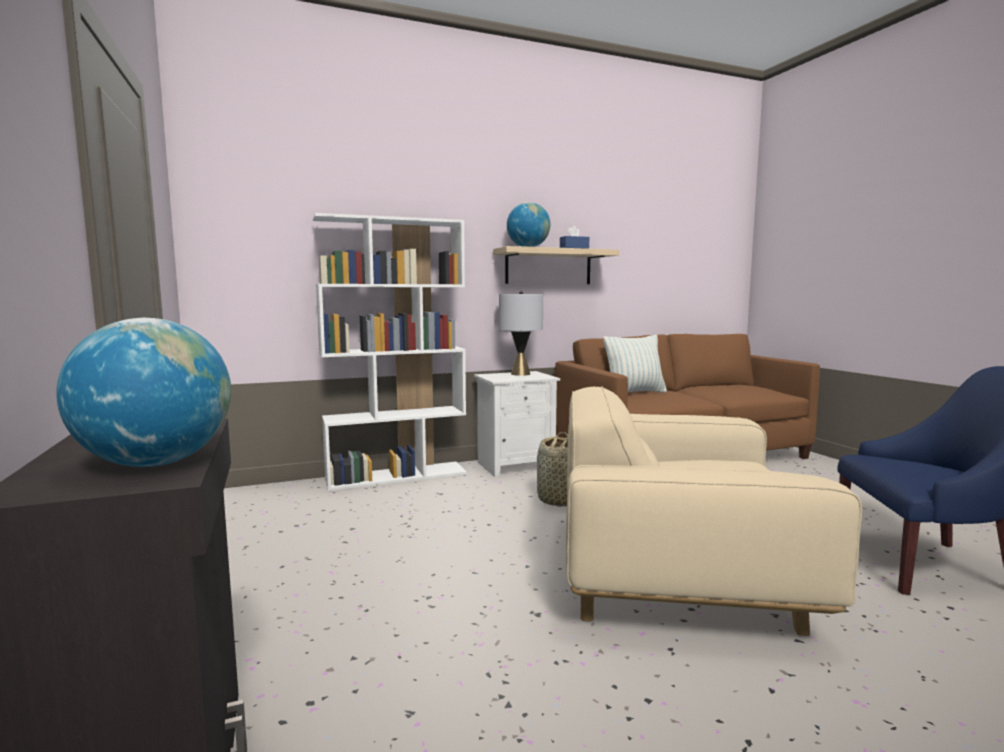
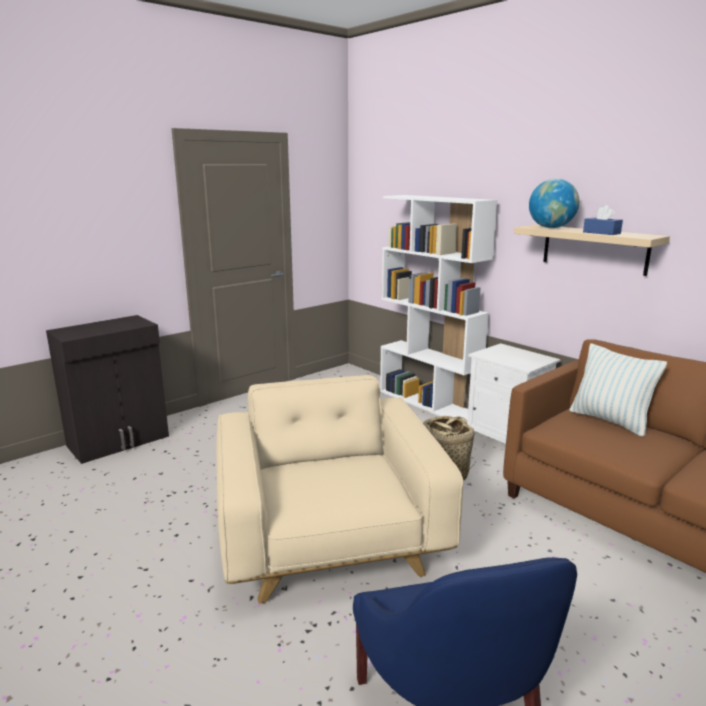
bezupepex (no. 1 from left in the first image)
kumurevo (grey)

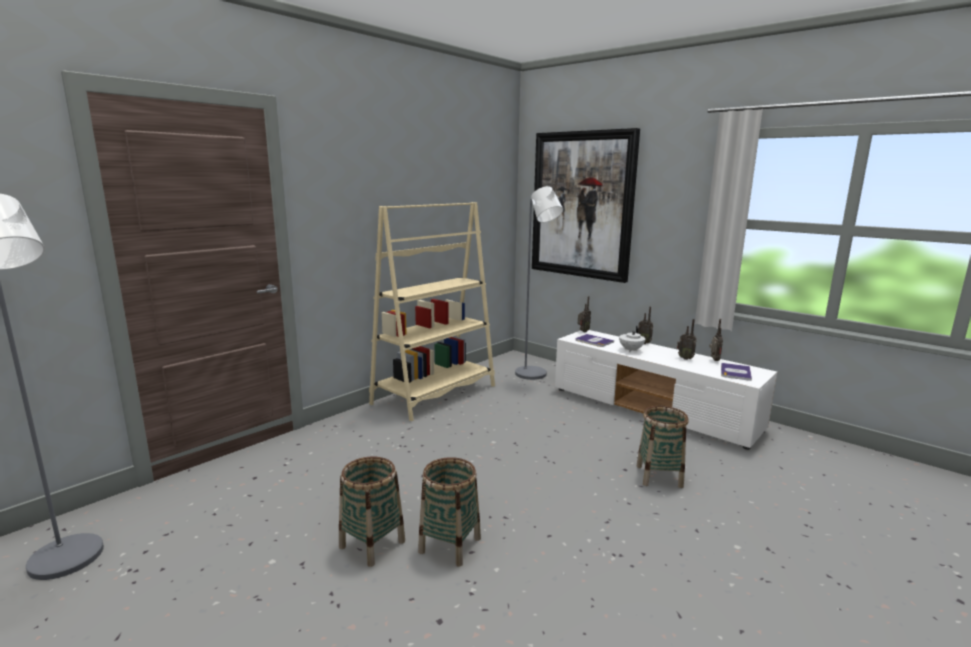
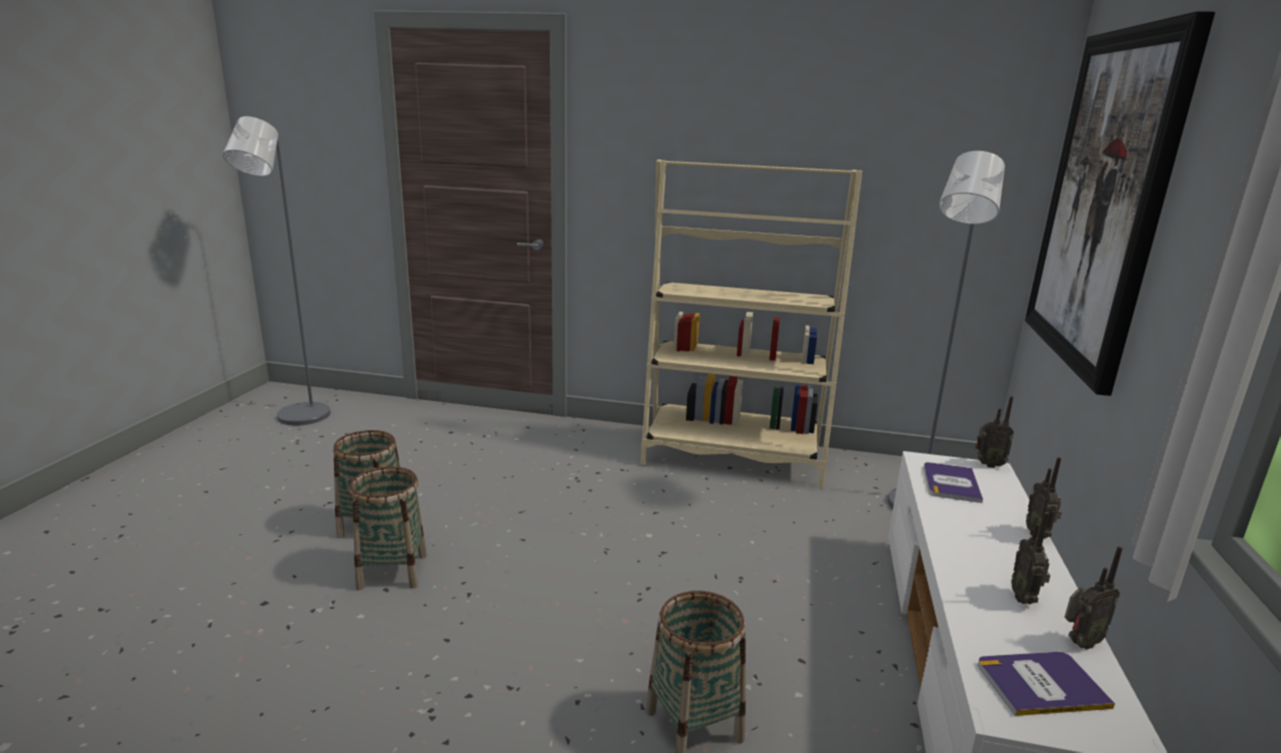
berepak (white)

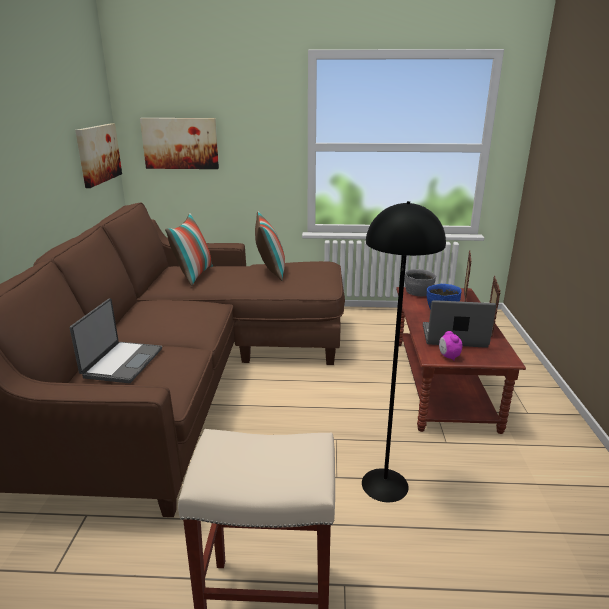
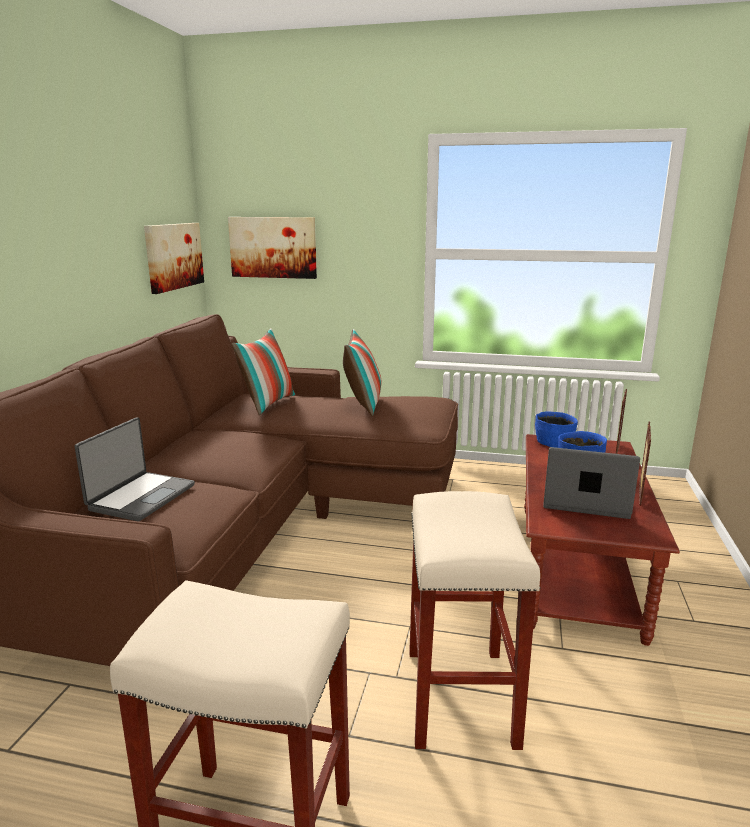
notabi
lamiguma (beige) (no. 2 from left)
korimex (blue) (no. 1 from left)

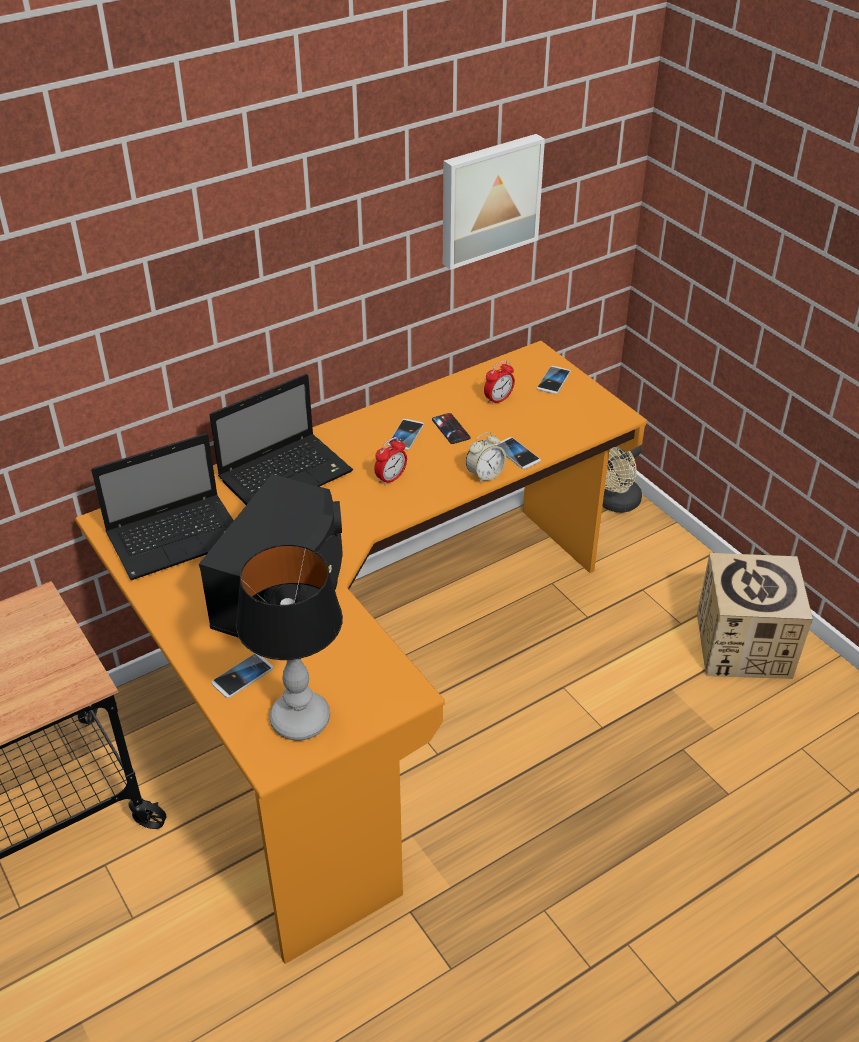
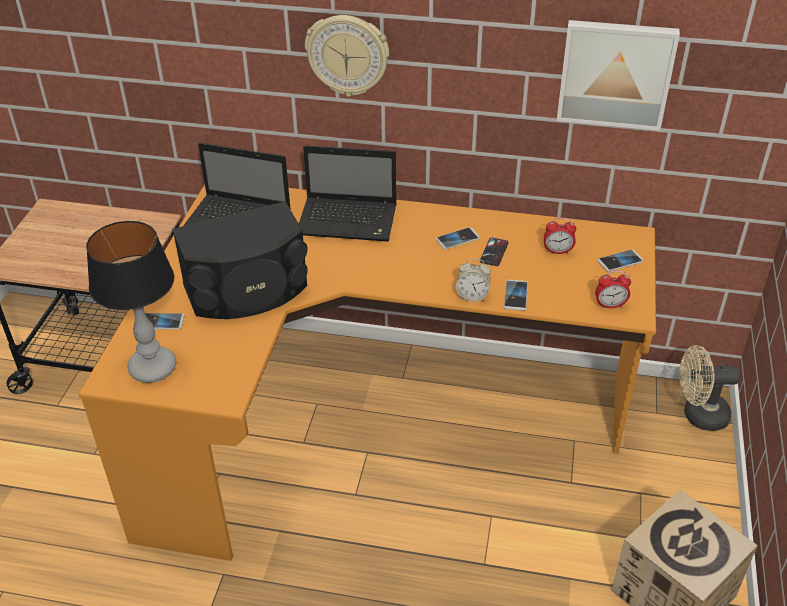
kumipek
notabi (no. 3 from left)

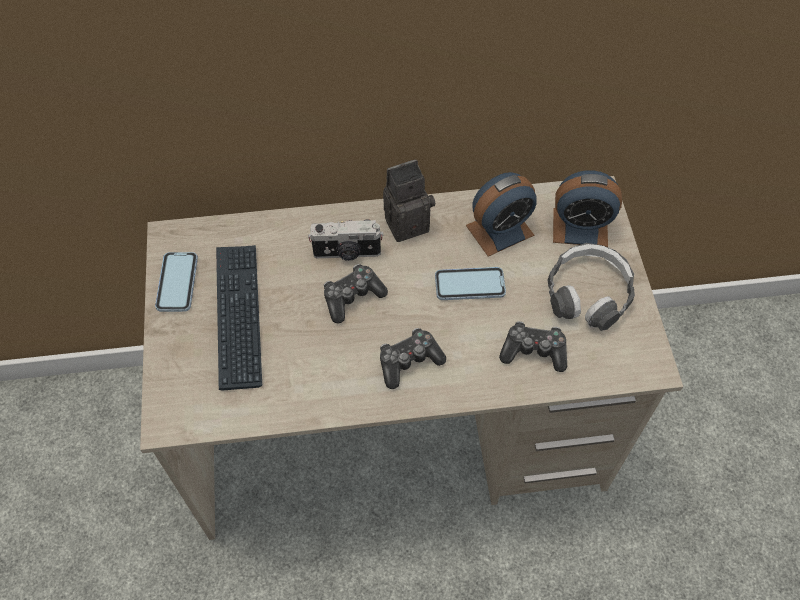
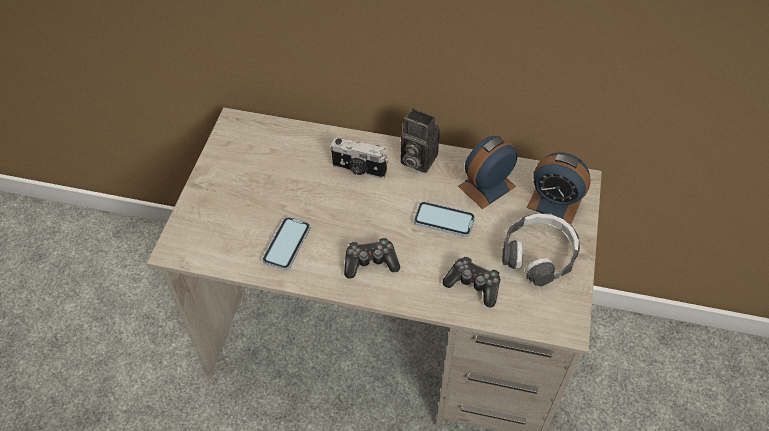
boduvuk
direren (no. 1 from left in the first image)
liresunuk (no. 1 from left)
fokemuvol (no. 2 from left)
notabi (no. 1 from left)

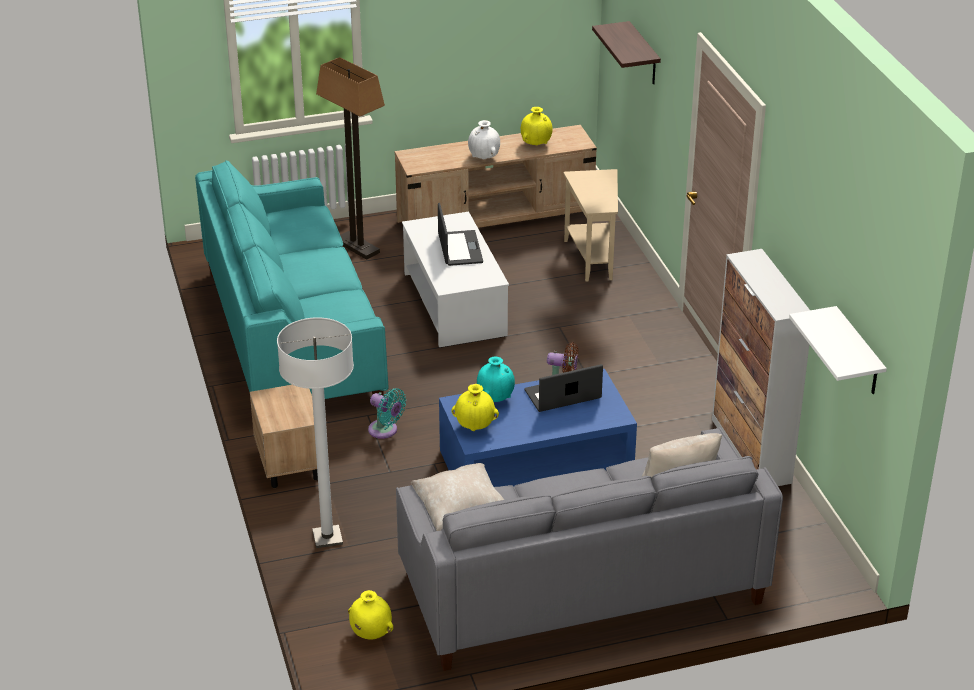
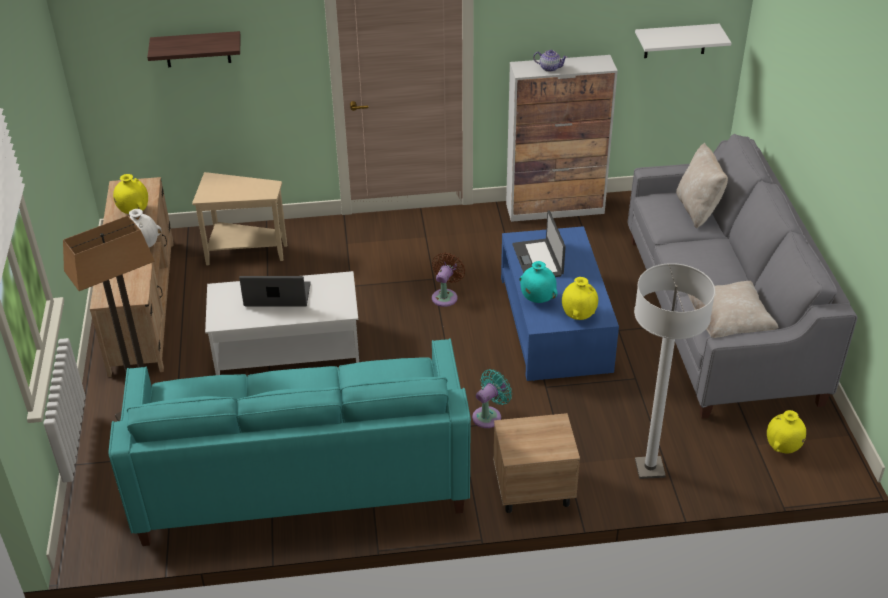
berepak

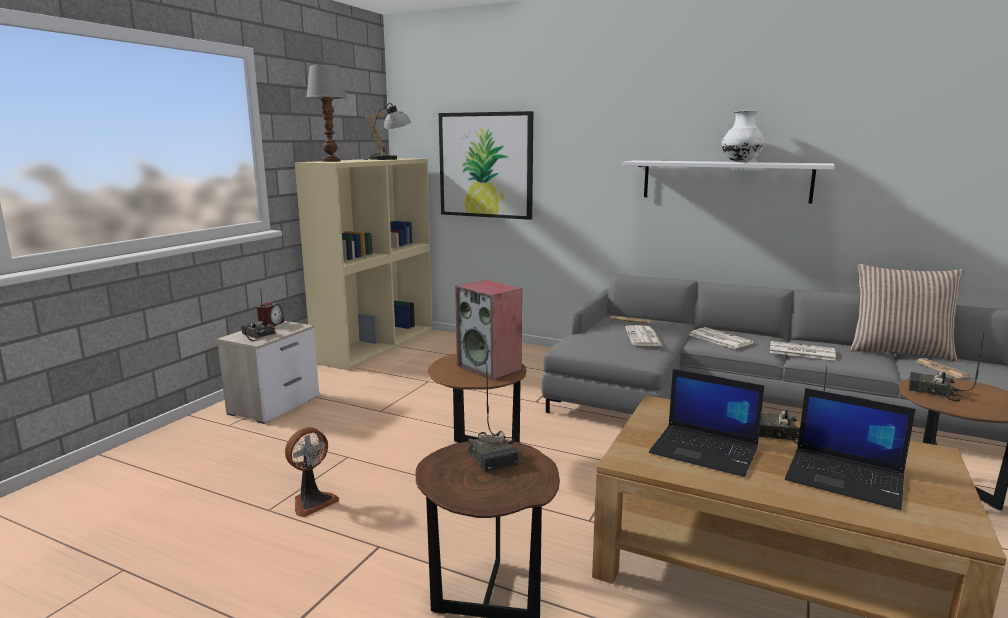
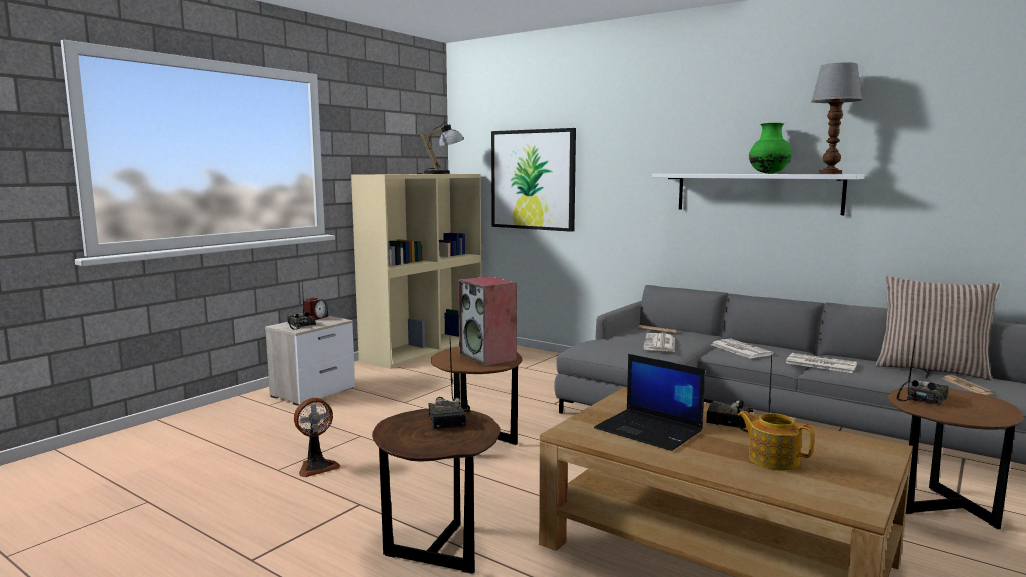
kumurevo (no. 2 from left)
berepak
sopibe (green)
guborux (no. 4 from left)

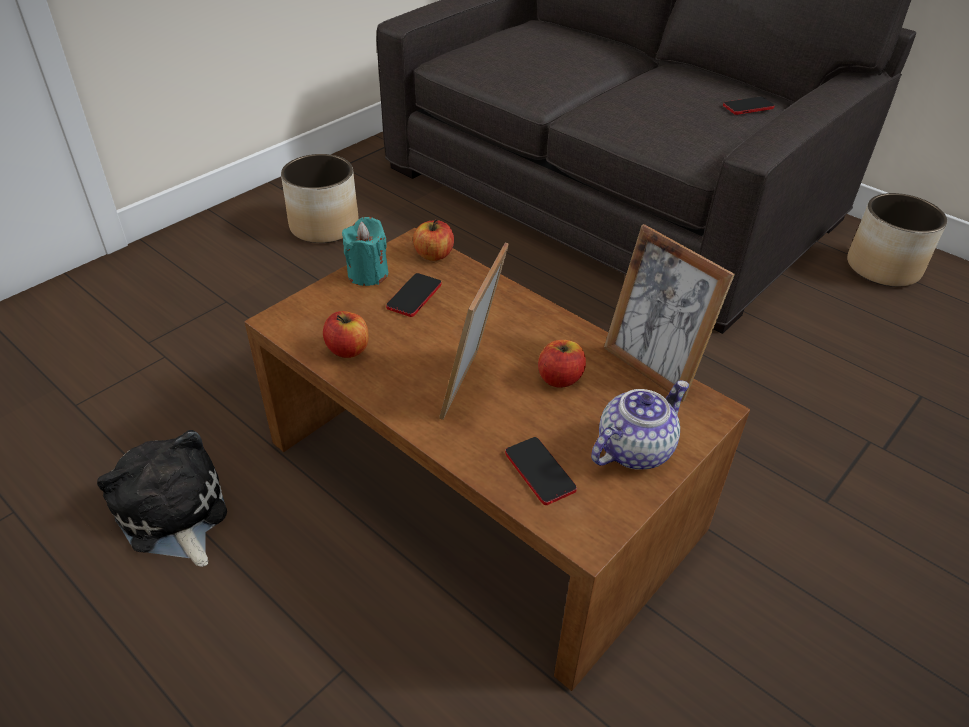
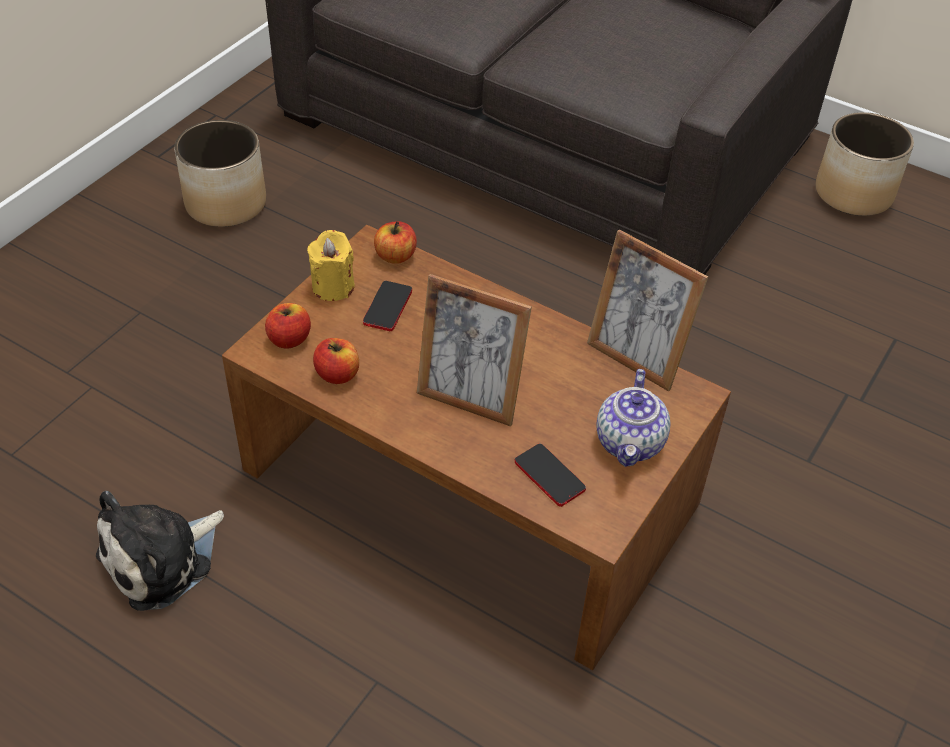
liresunuk (no. 3 from left in the first image)
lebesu (no. 1 from left)
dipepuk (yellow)
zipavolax
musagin (no. 1 from left)
berepak

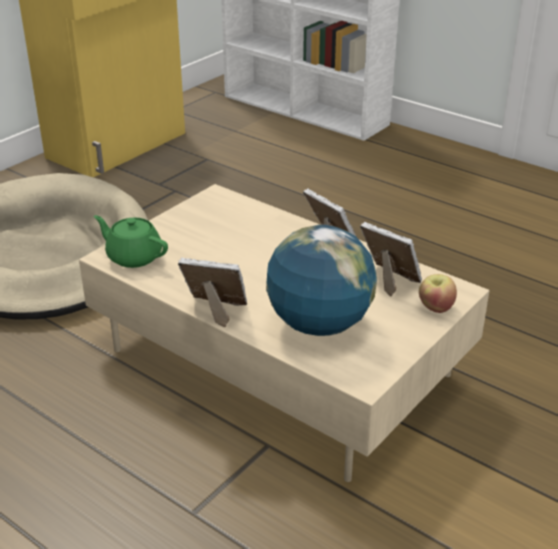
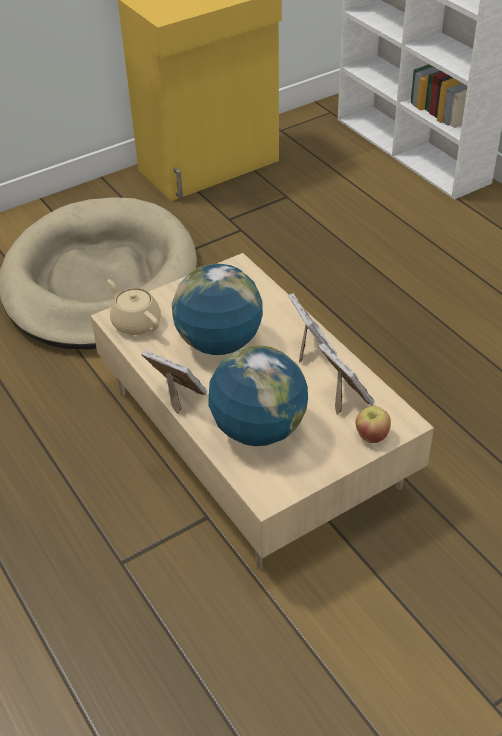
bezupepex (no. 1 from left)
berepak (beige)

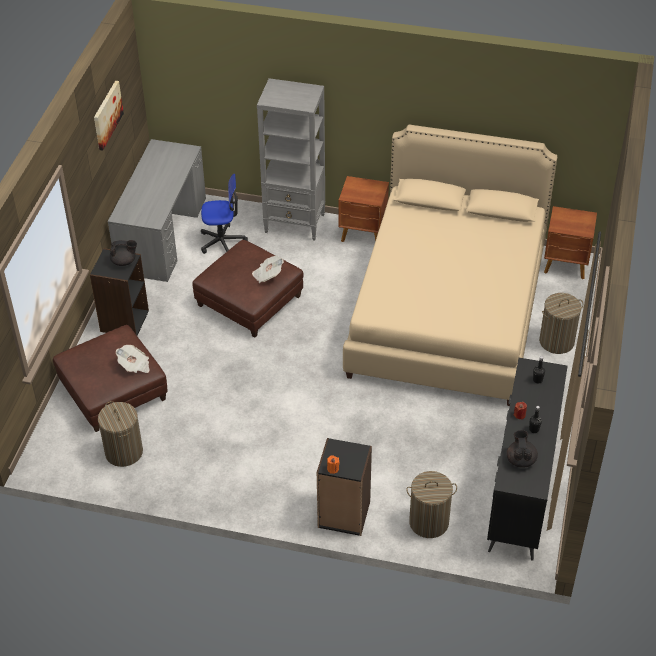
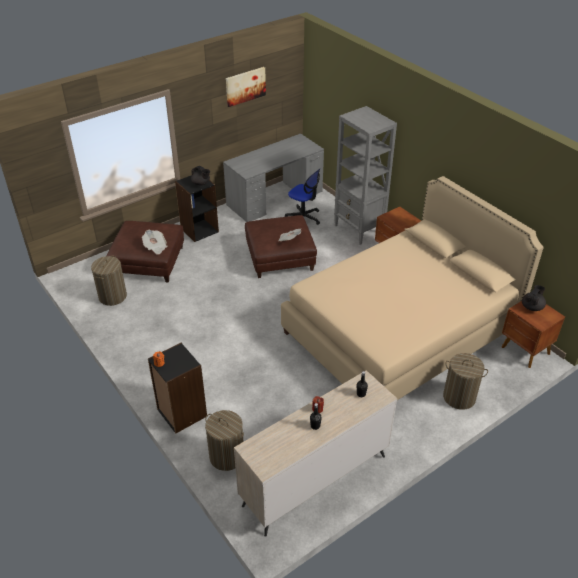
berepak (black) (no. 2 from left)
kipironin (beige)

